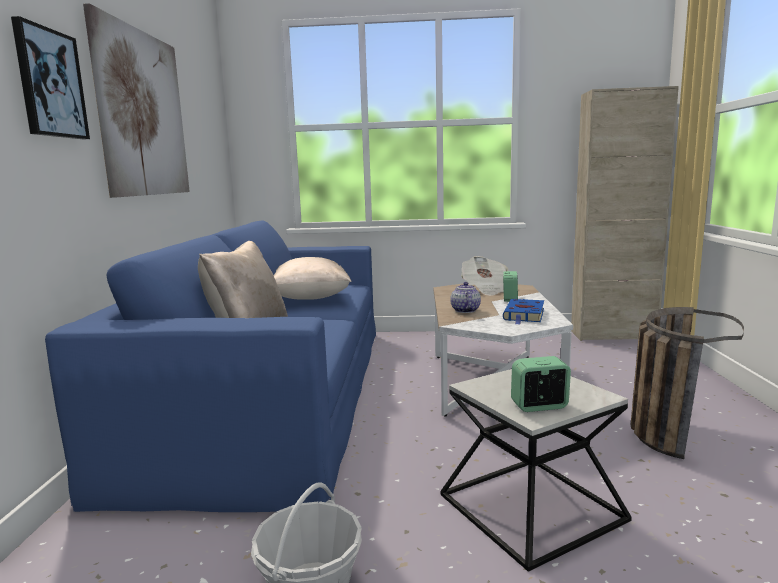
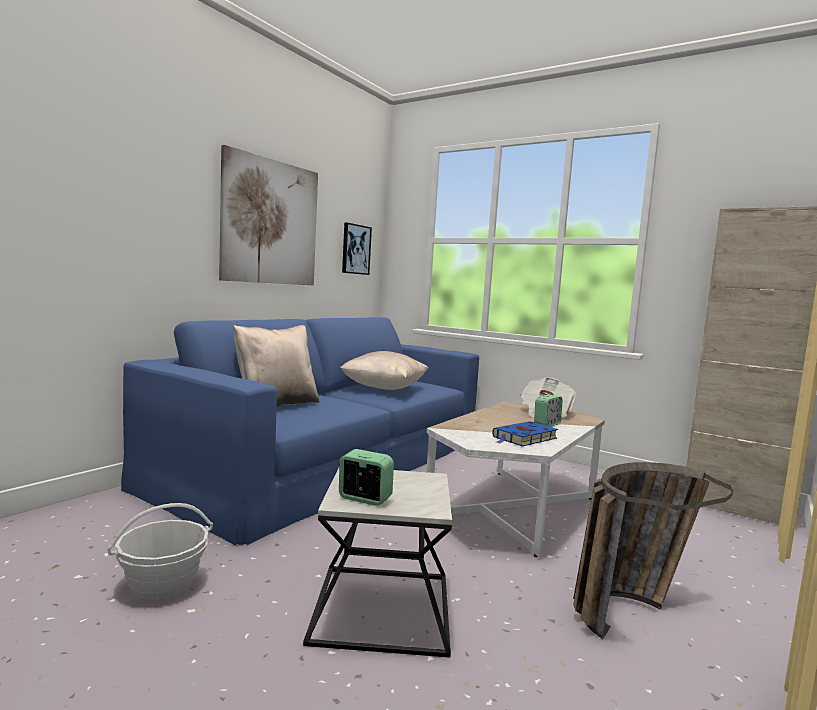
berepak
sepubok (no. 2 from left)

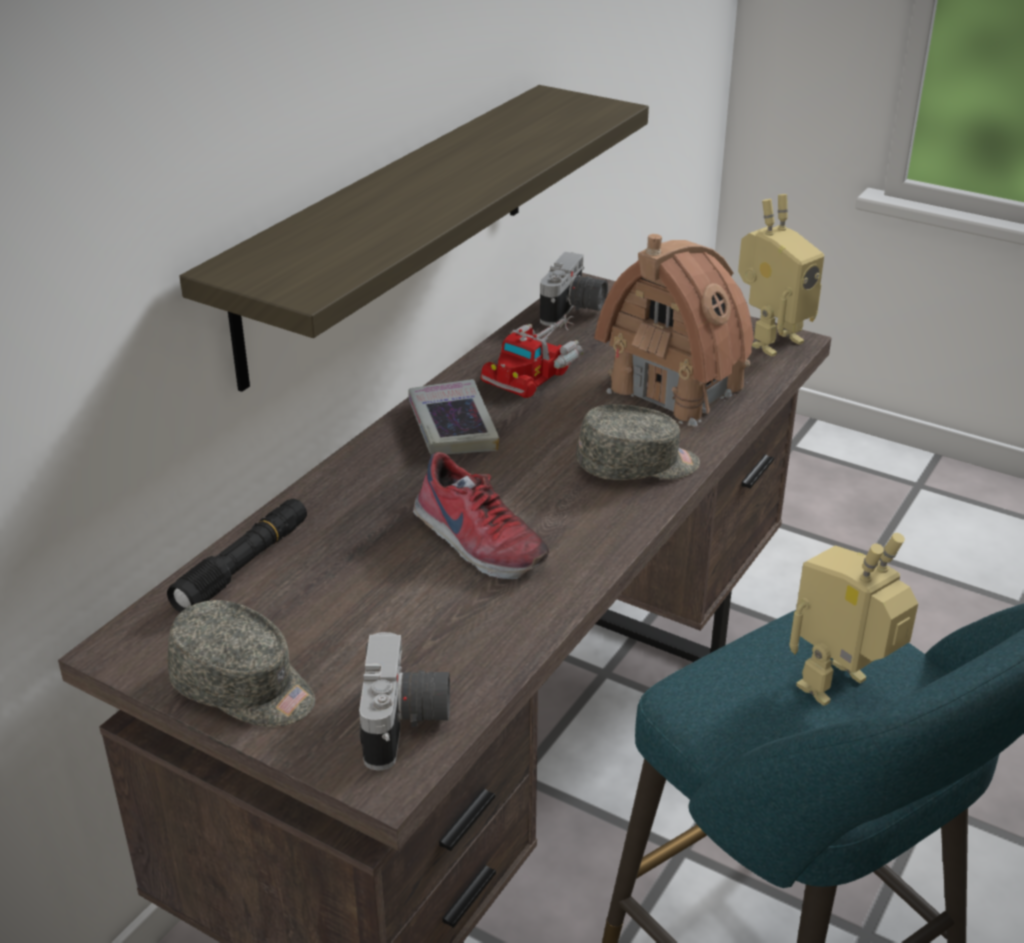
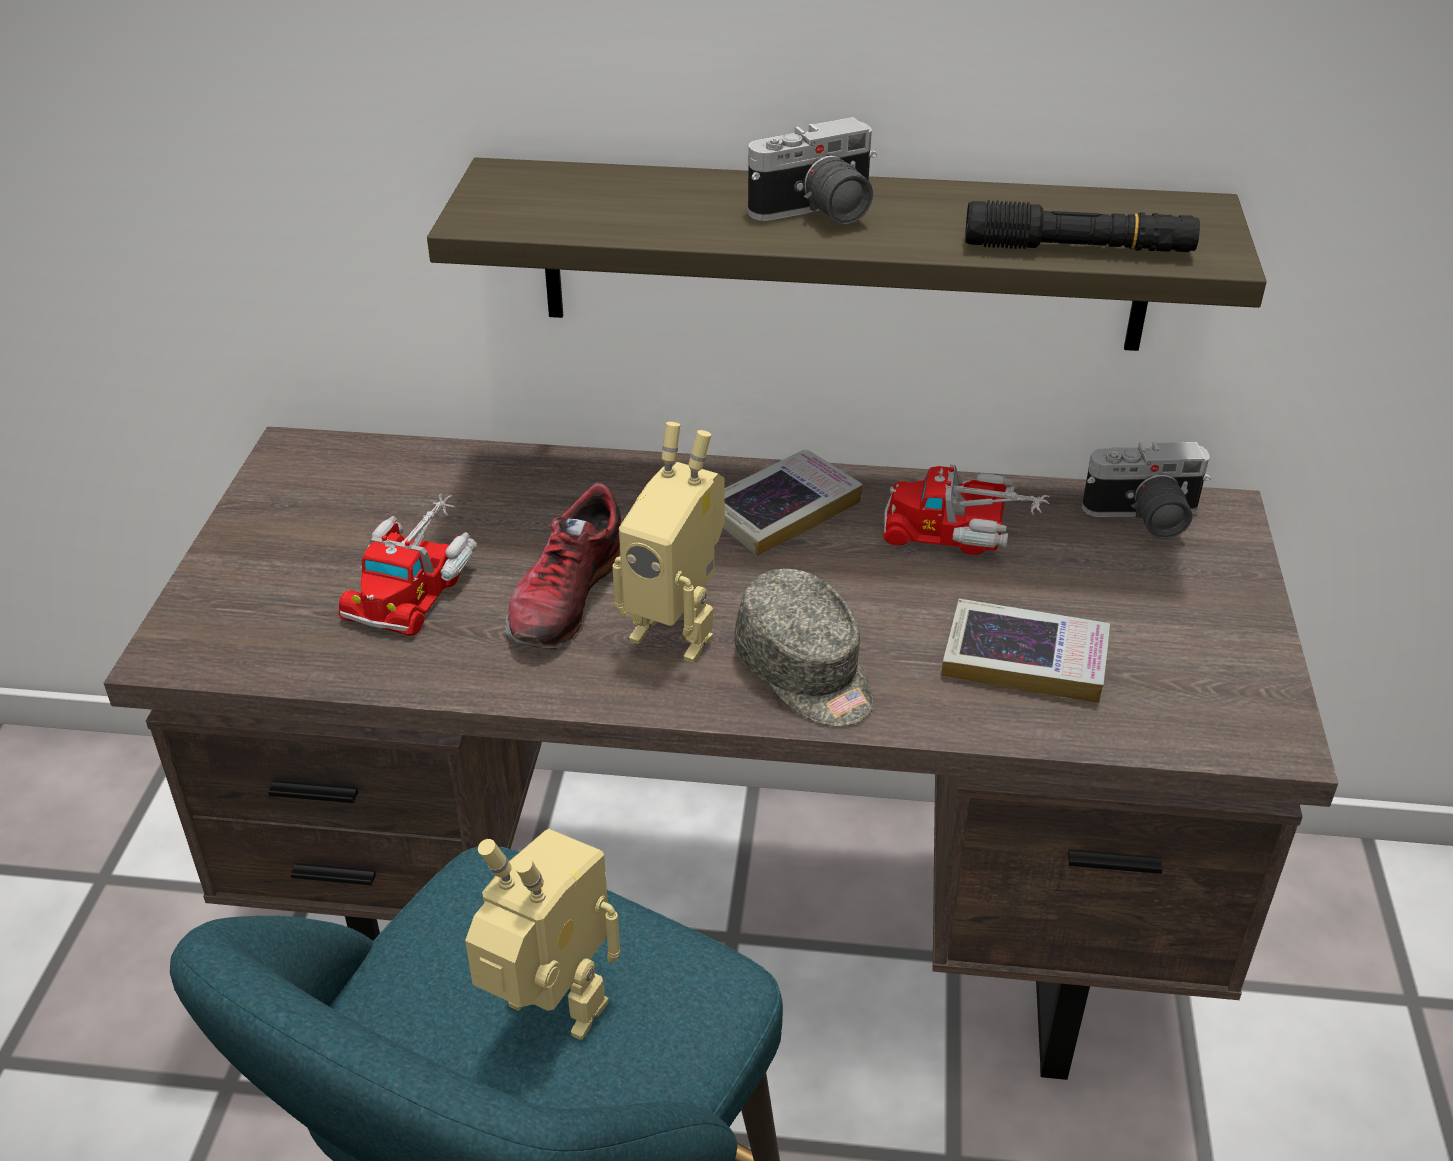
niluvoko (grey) (no. 1 from left in the first image)
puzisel (no. 1 from left)
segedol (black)
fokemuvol (no. 1 from left)
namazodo (no. 2 from left)
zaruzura (no. 2 from left)

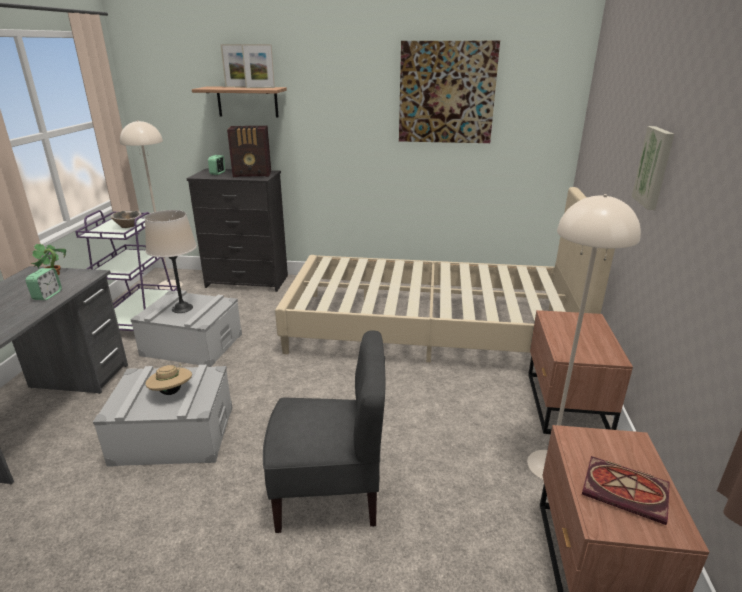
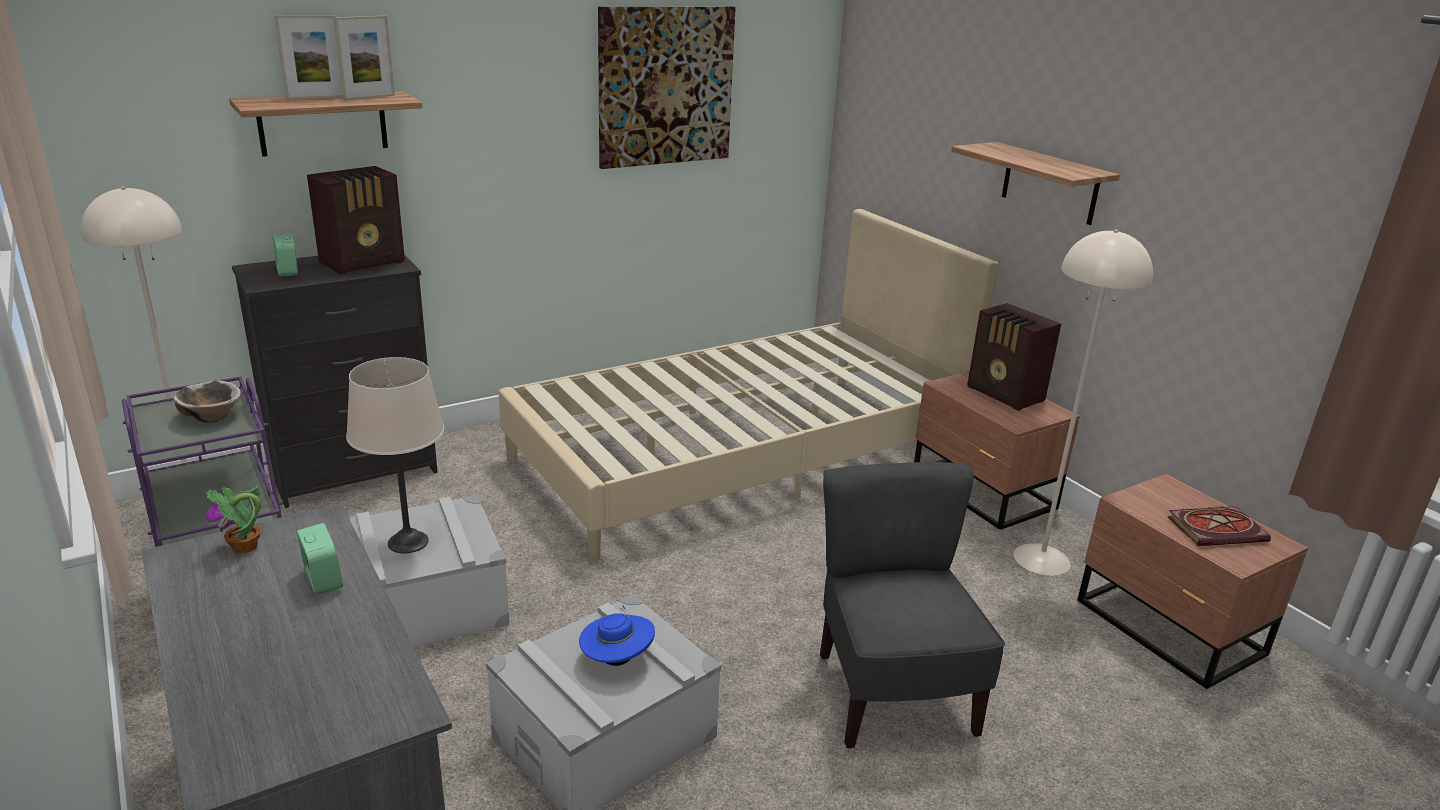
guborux (no. 2 from left)
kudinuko (no. 2 from left)
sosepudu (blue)
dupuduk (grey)

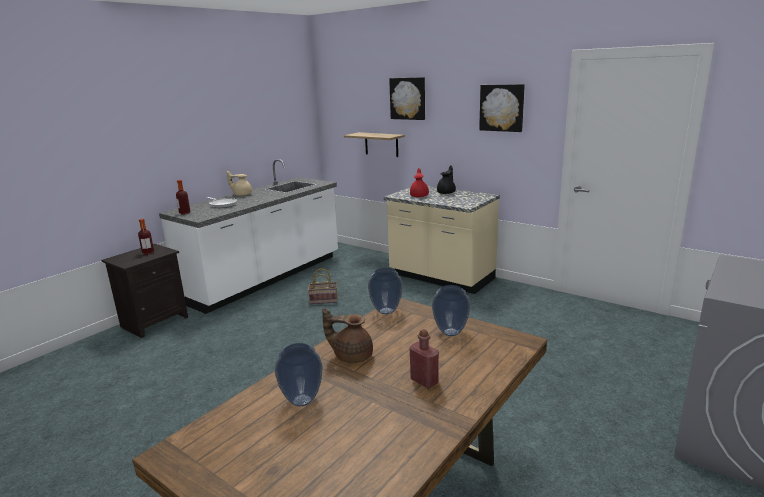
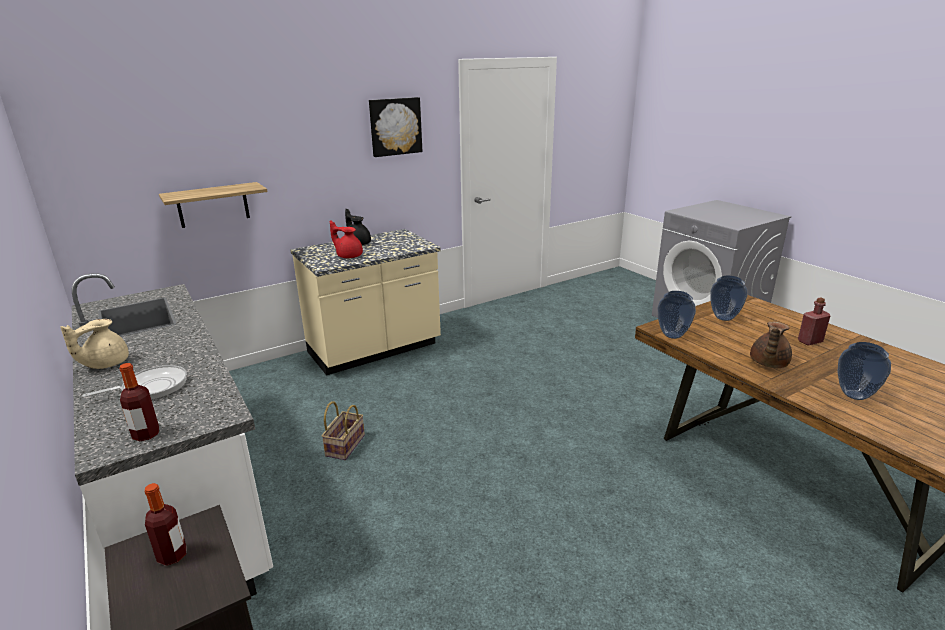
sepubok (no. 1 from left in the first image)

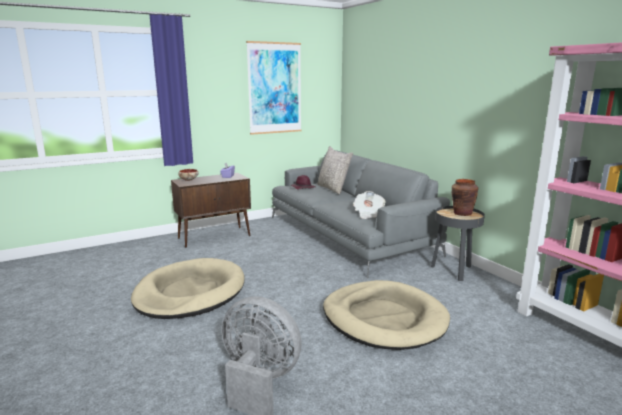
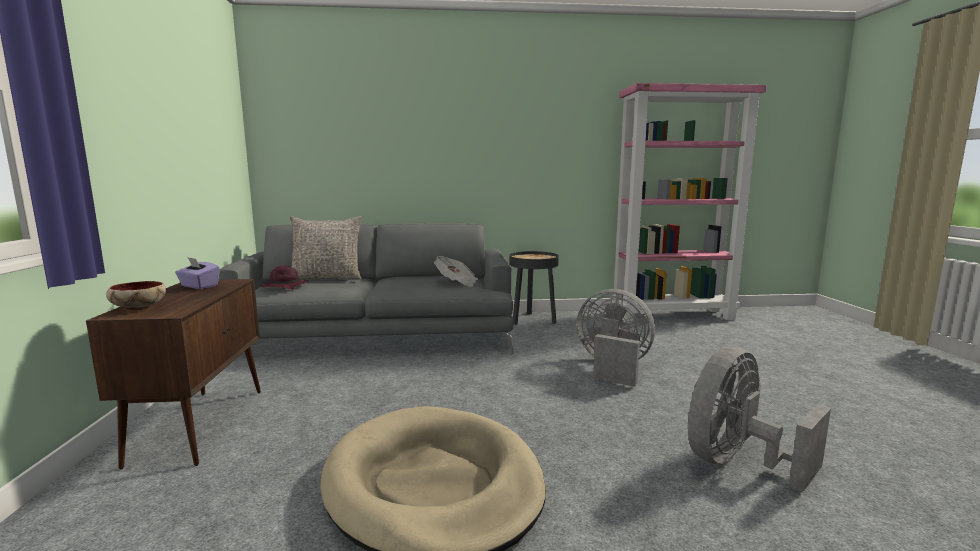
sepubok
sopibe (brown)
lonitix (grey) (no. 1 from left)

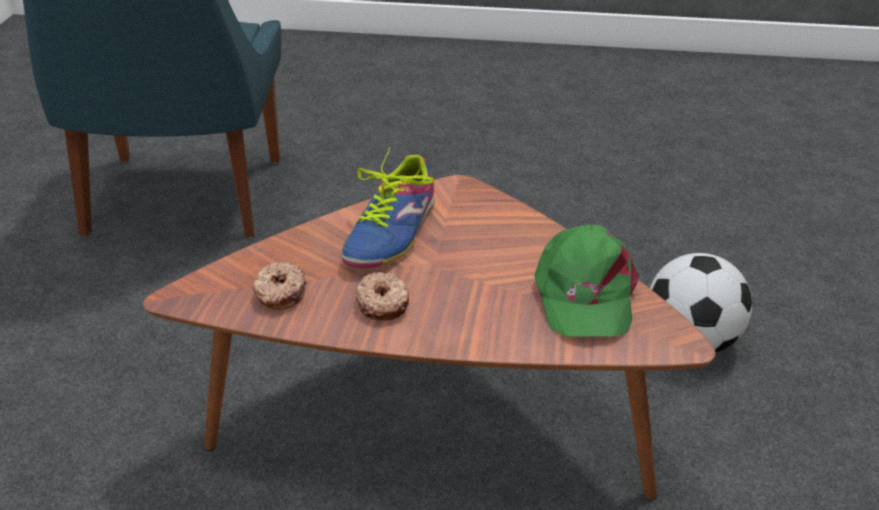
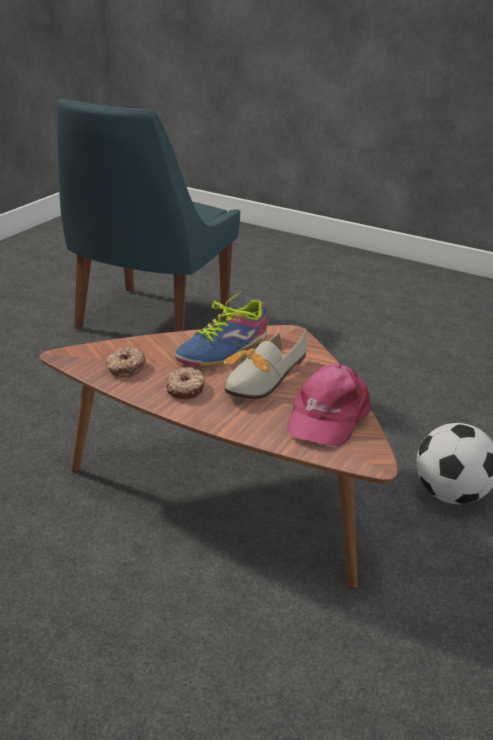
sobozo (no. 2 from left)
niluvoko (pink)

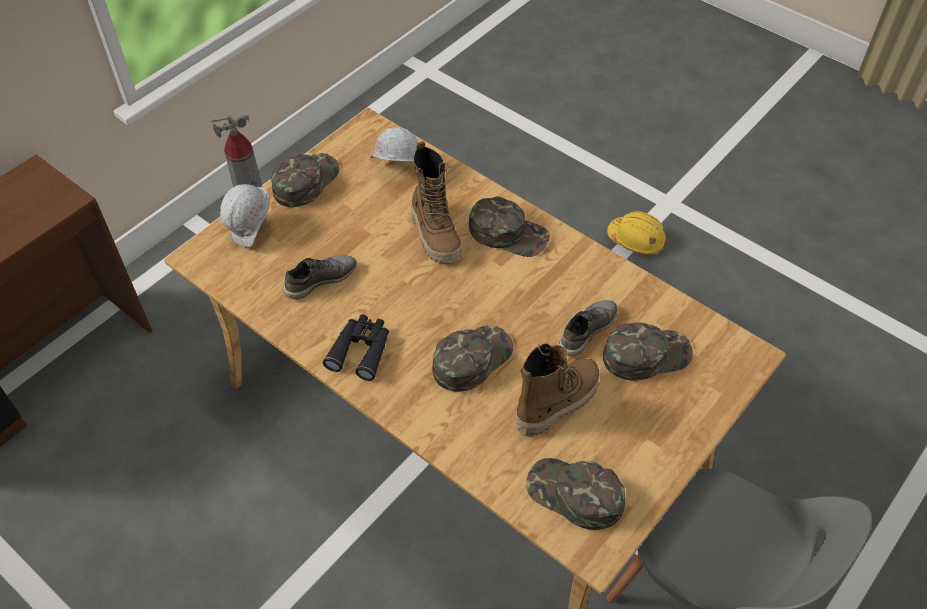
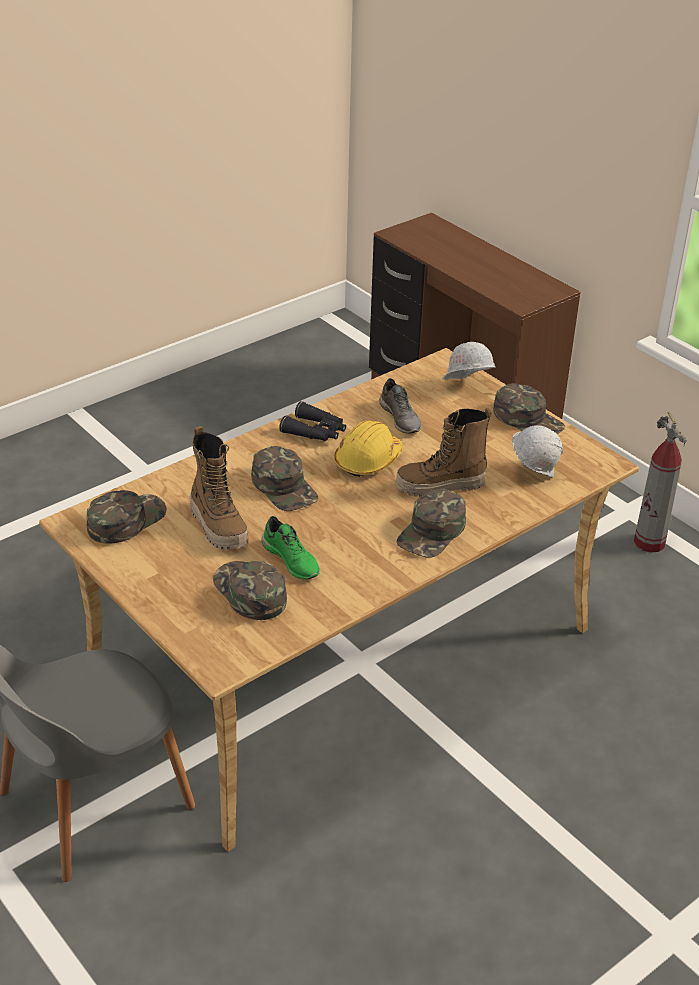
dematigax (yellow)
sobozo (green)
niluvoko (green) (no. 2 from left)

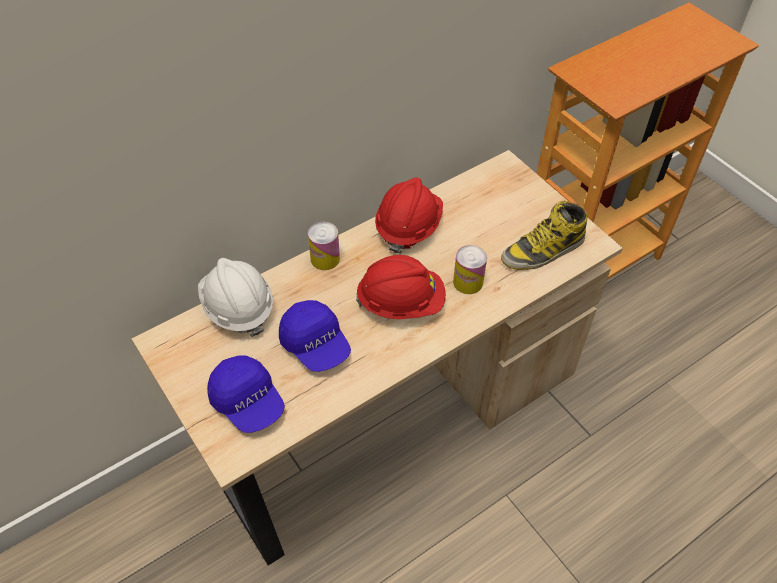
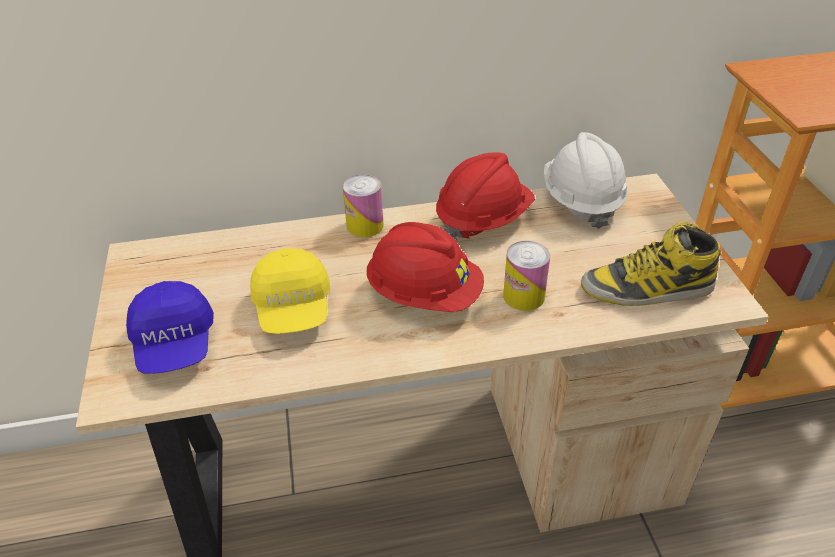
dematigax (white)
niluvoko (yellow)

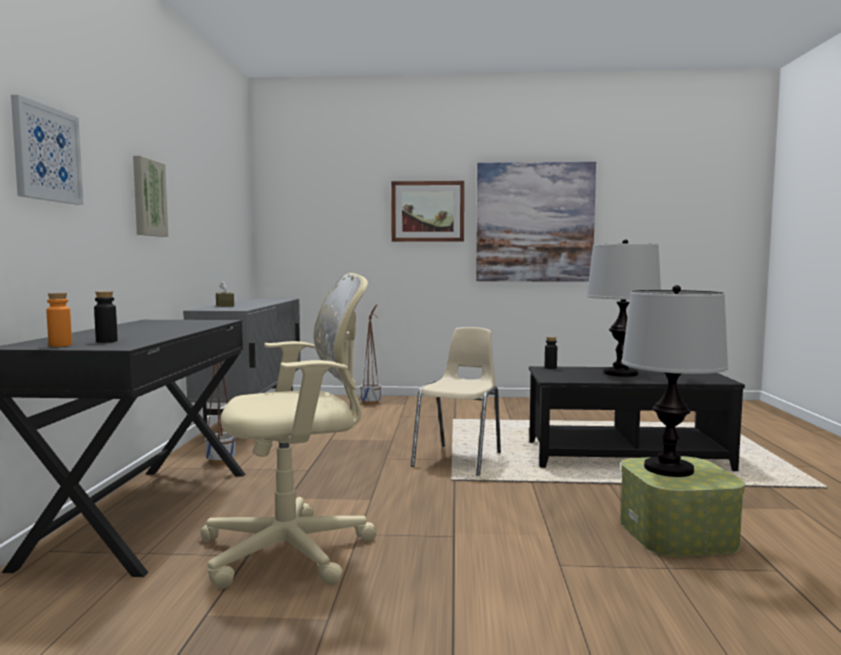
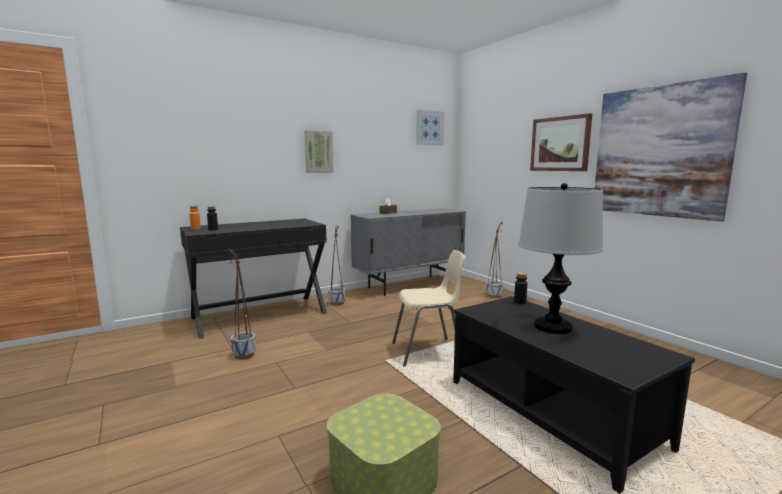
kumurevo (no. 2 from left in the first image)
sepubok (no. 2 from left)
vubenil (no. 1 from left)

